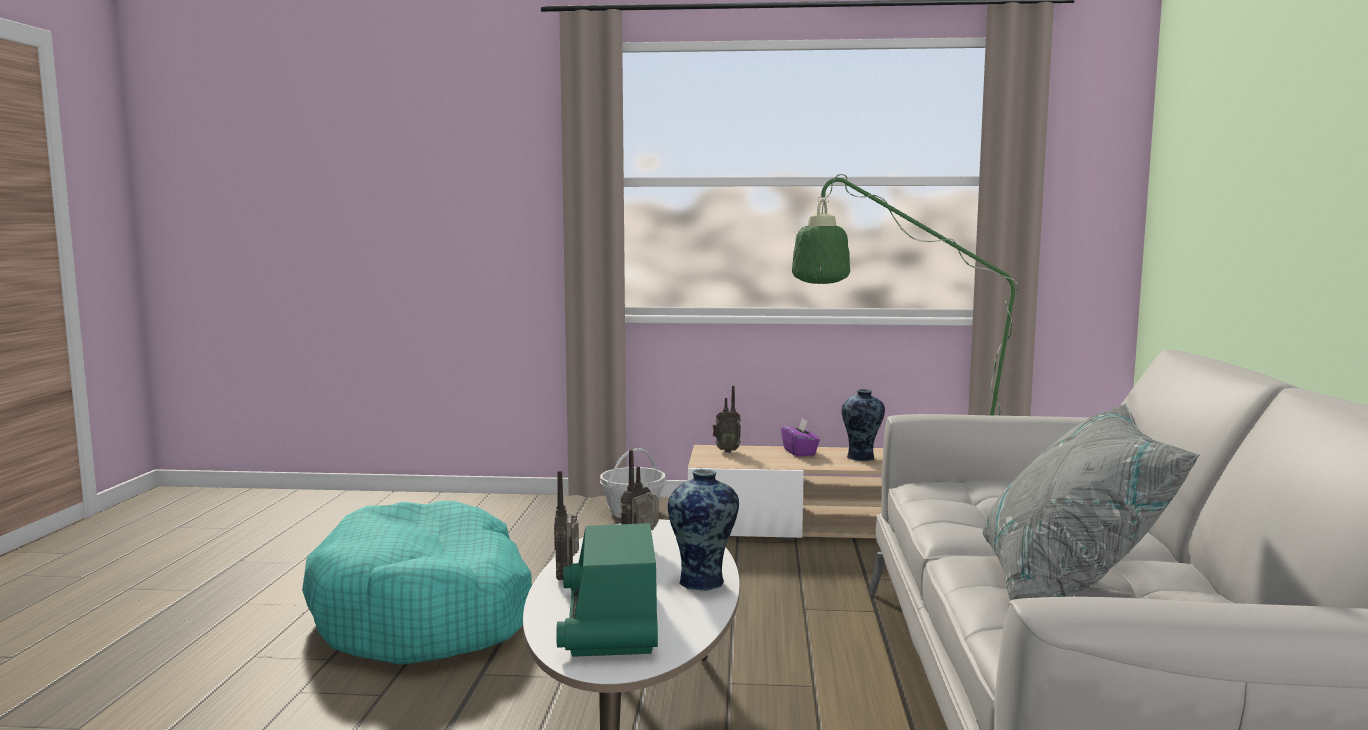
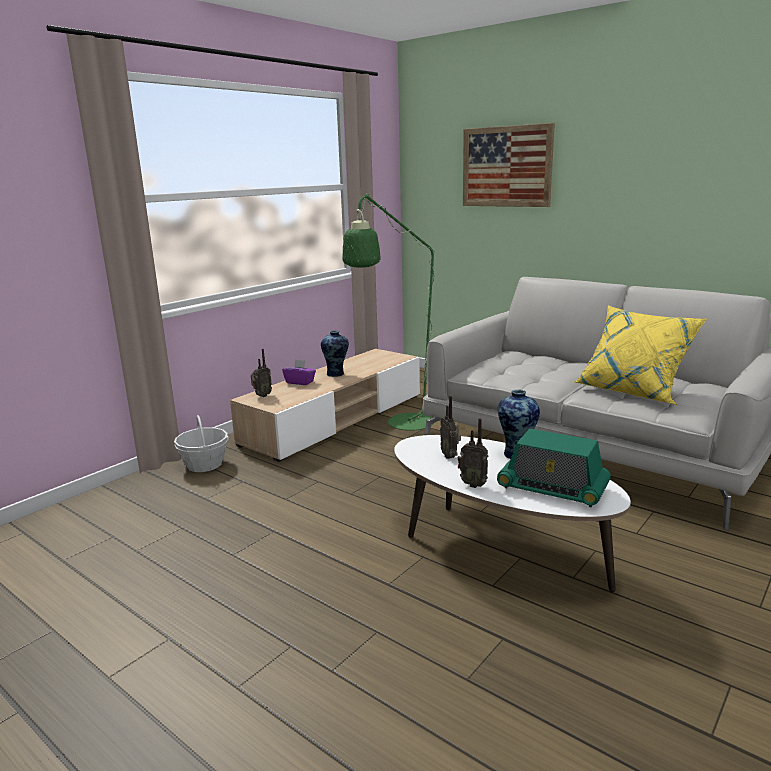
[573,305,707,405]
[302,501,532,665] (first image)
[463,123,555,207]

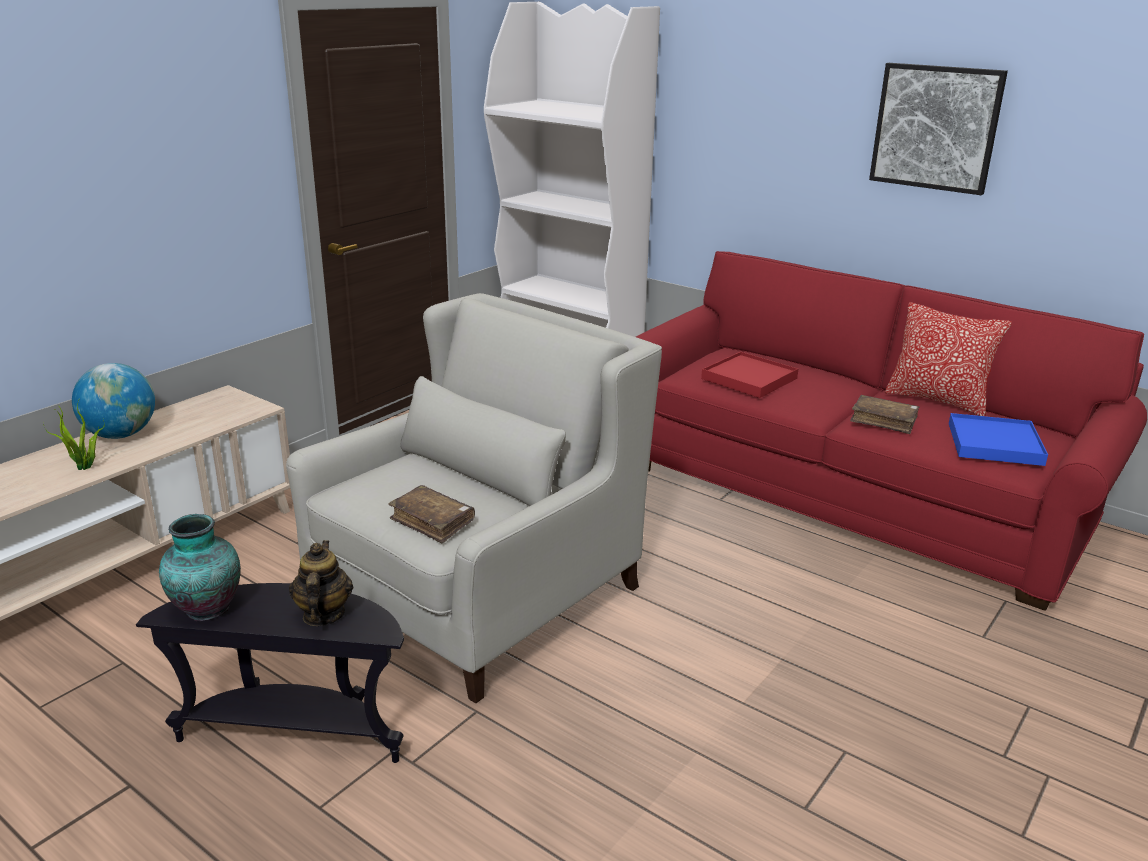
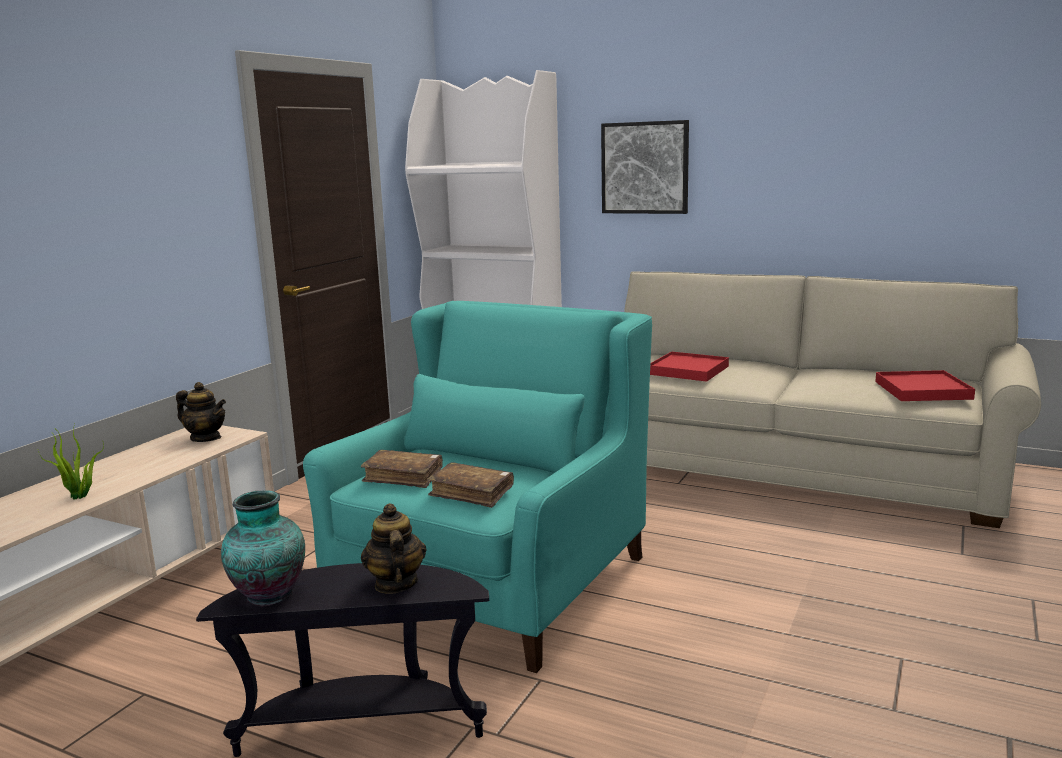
[601,120,689,214]
[624,271,1041,528]
[303,301,652,673]
[885,302,1012,416] (first image)
[72,363,155,439] (first image)
[361,450,443,488]
[875,370,975,401]
[176,382,226,442]

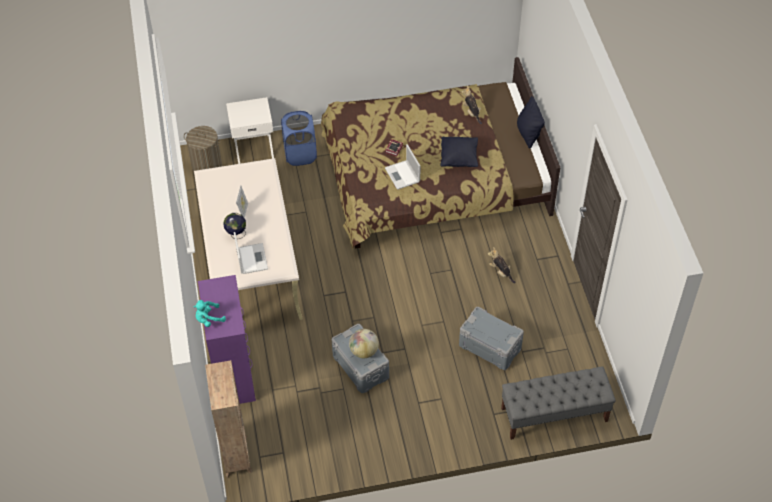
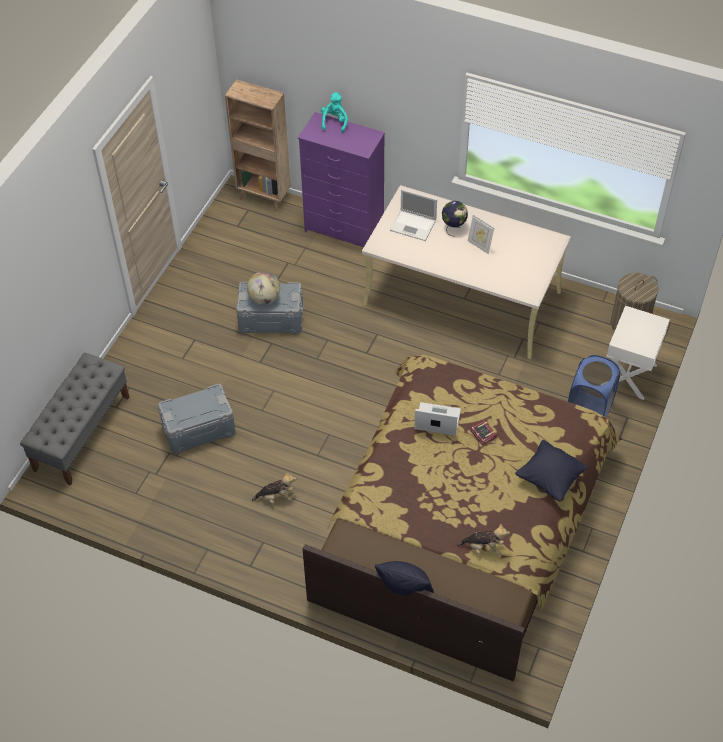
[515,440,588,501]

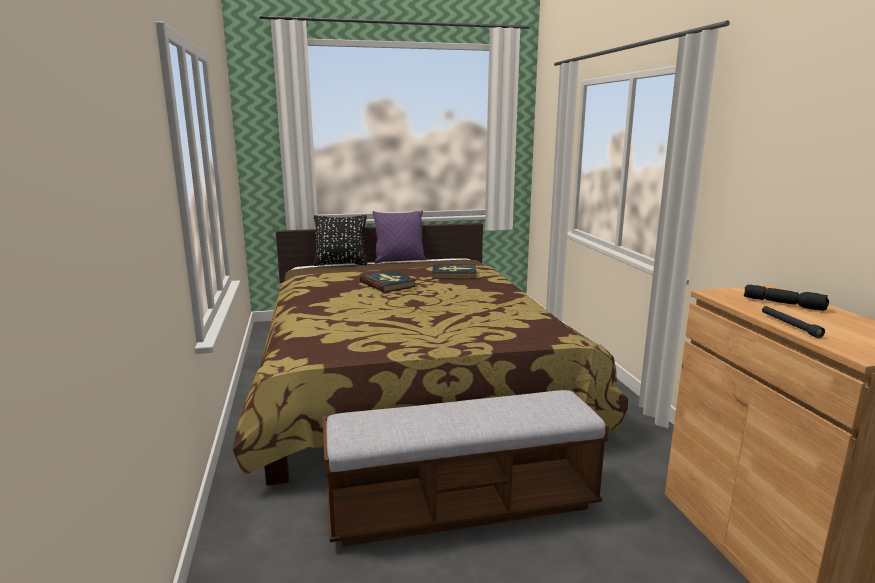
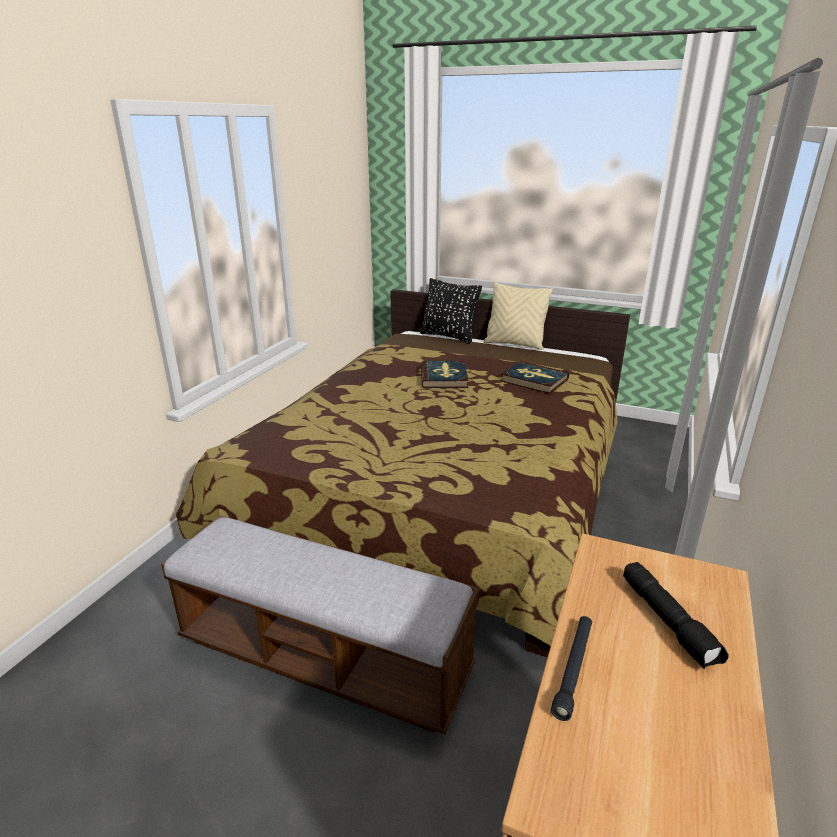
[483,281,553,350]

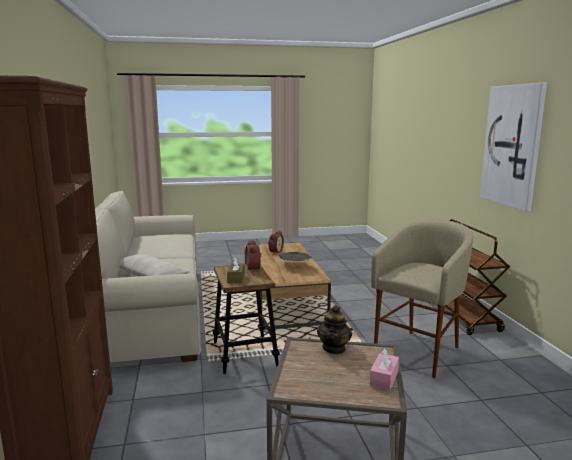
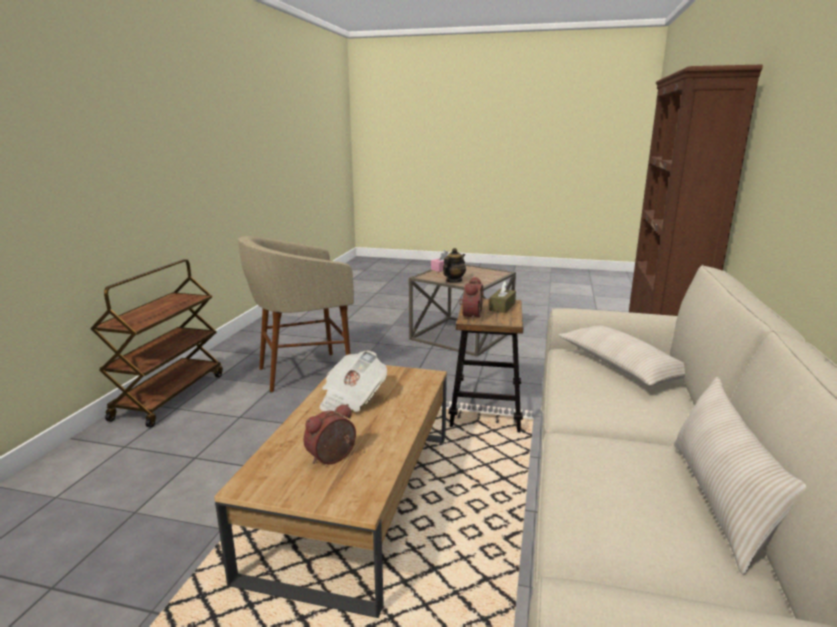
[480,83,547,211] (first image)
[674,377,806,575]

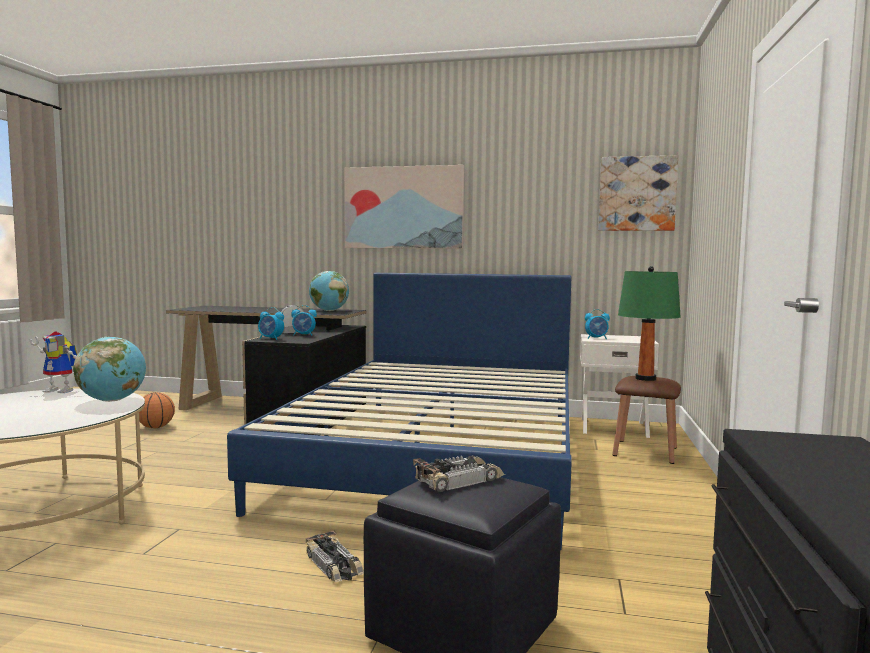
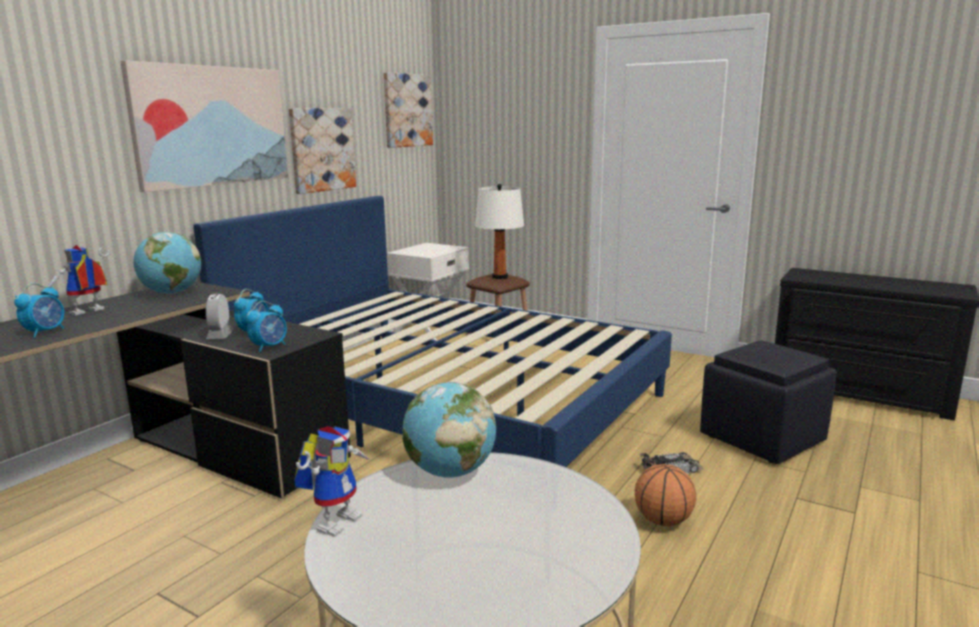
[475,184,524,279]
[14,283,64,338]
[635,464,696,526]
[413,456,505,492] (first image)
[289,108,356,194]
[48,245,110,316]

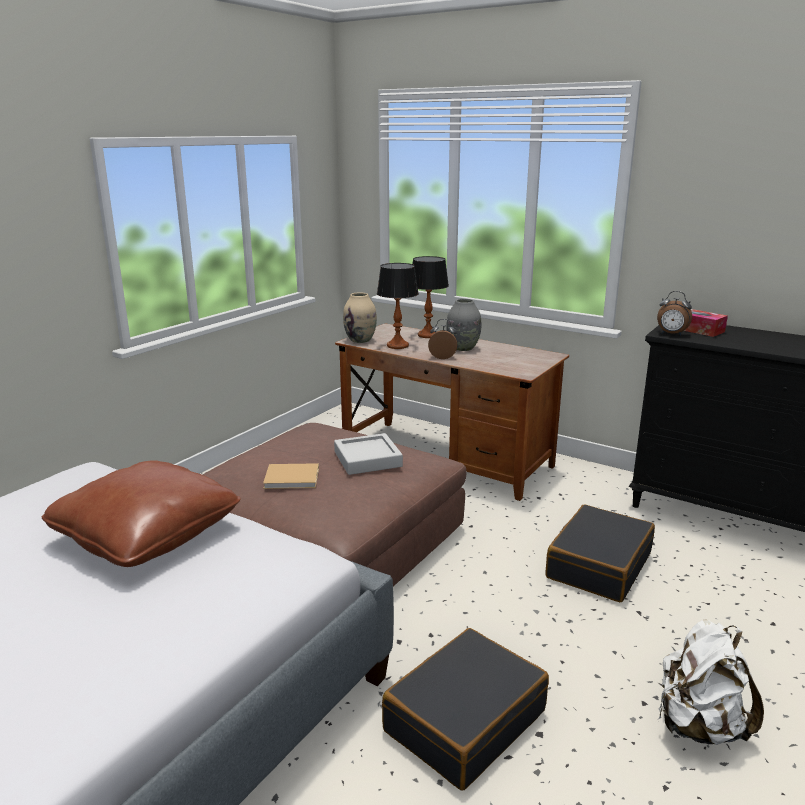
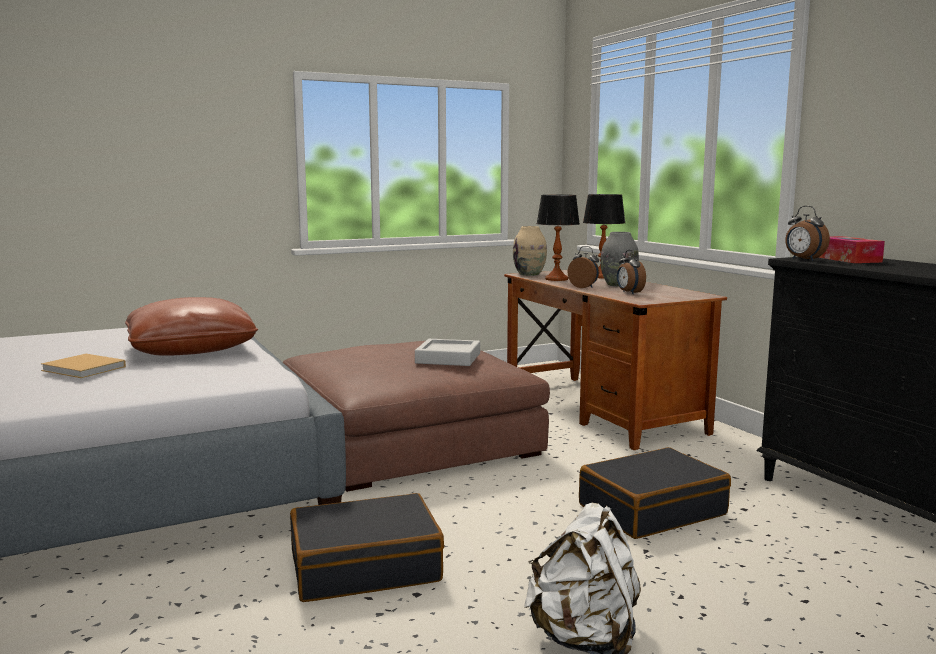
[41,354,126,378]
[617,250,646,294]

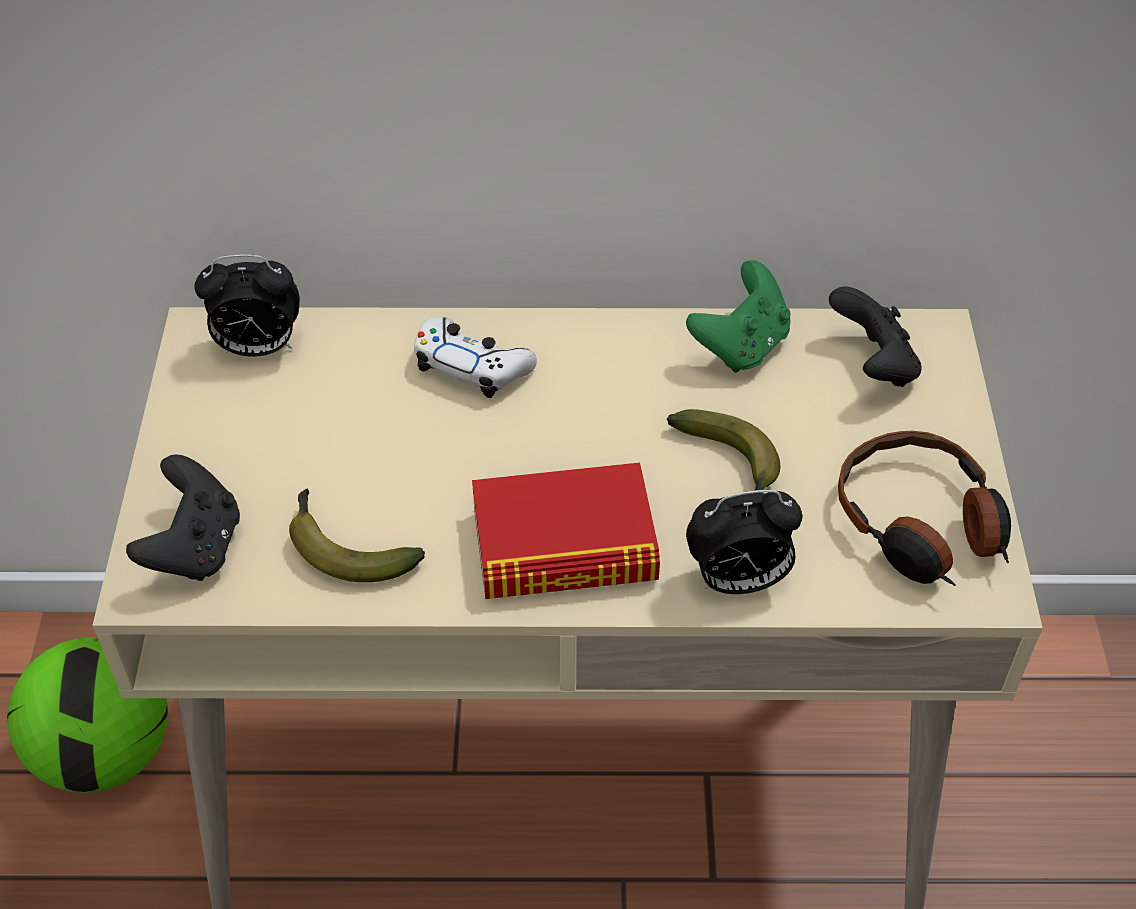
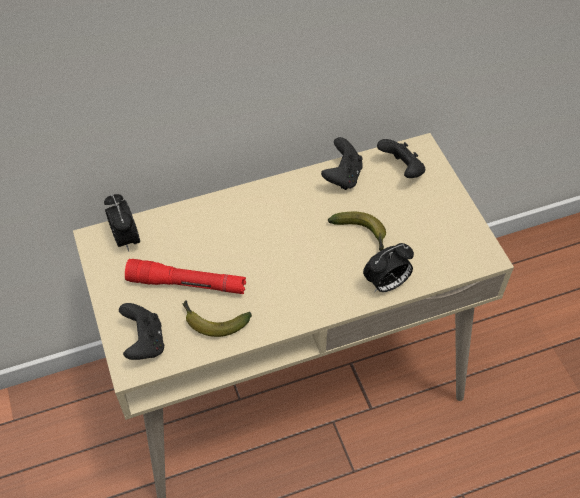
[104,194,140,251]
[321,137,363,190]
[414,317,537,398] (first image)
[838,431,1011,586] (first image)
[472,463,660,599] (first image)
[7,637,168,793] (first image)
[125,259,246,294]

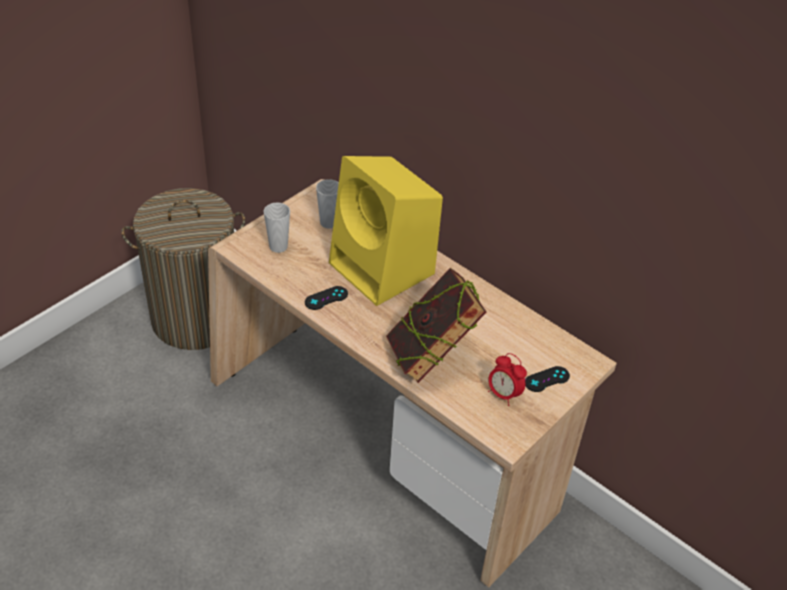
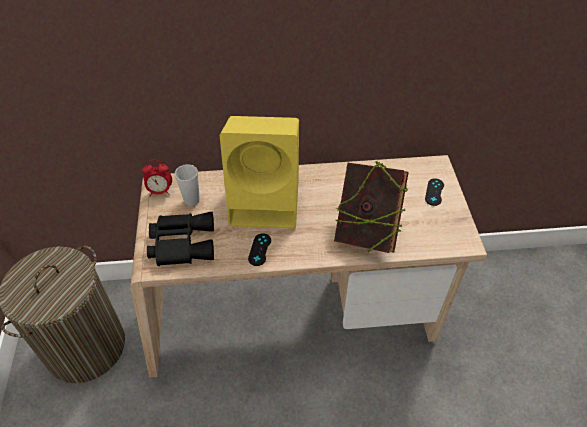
[147,212,214,266]
[142,160,172,197]

